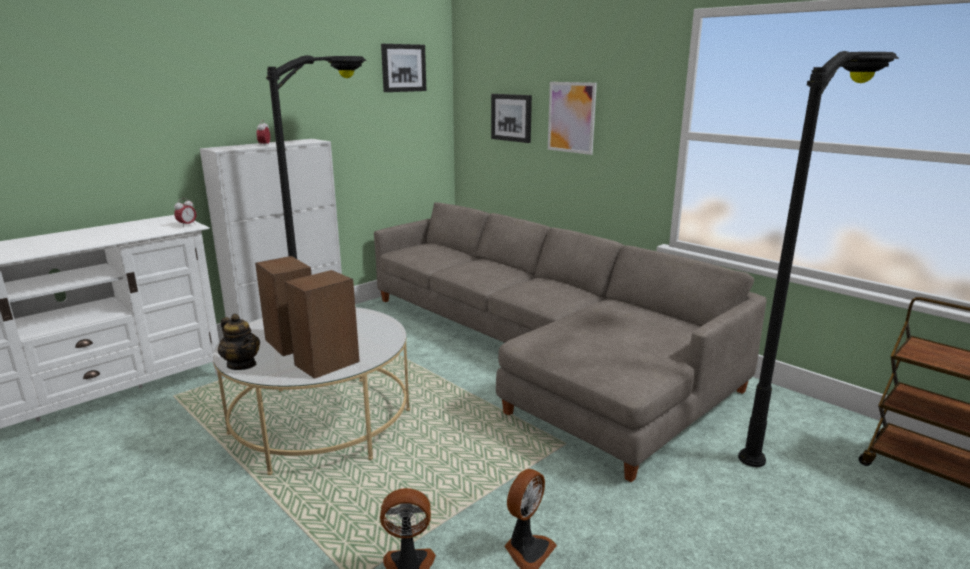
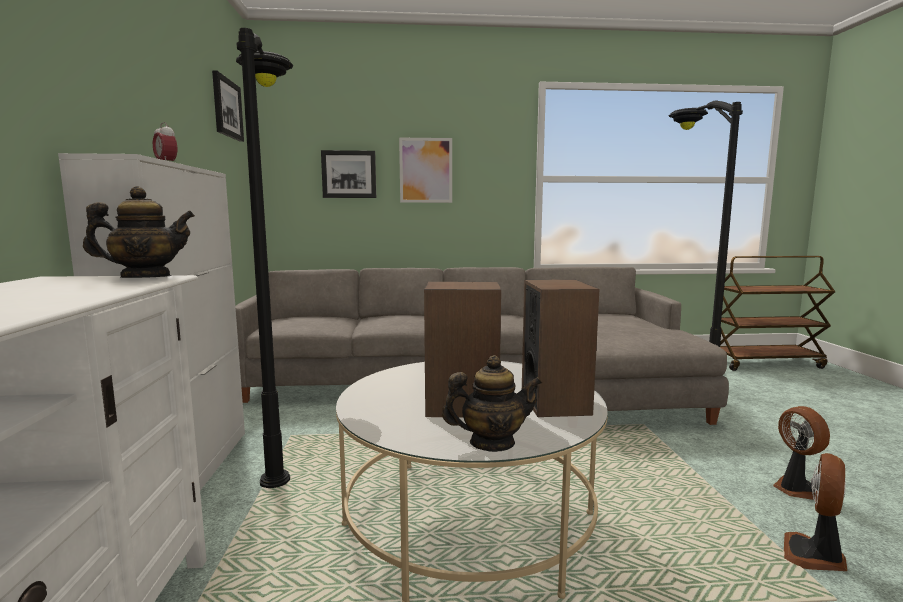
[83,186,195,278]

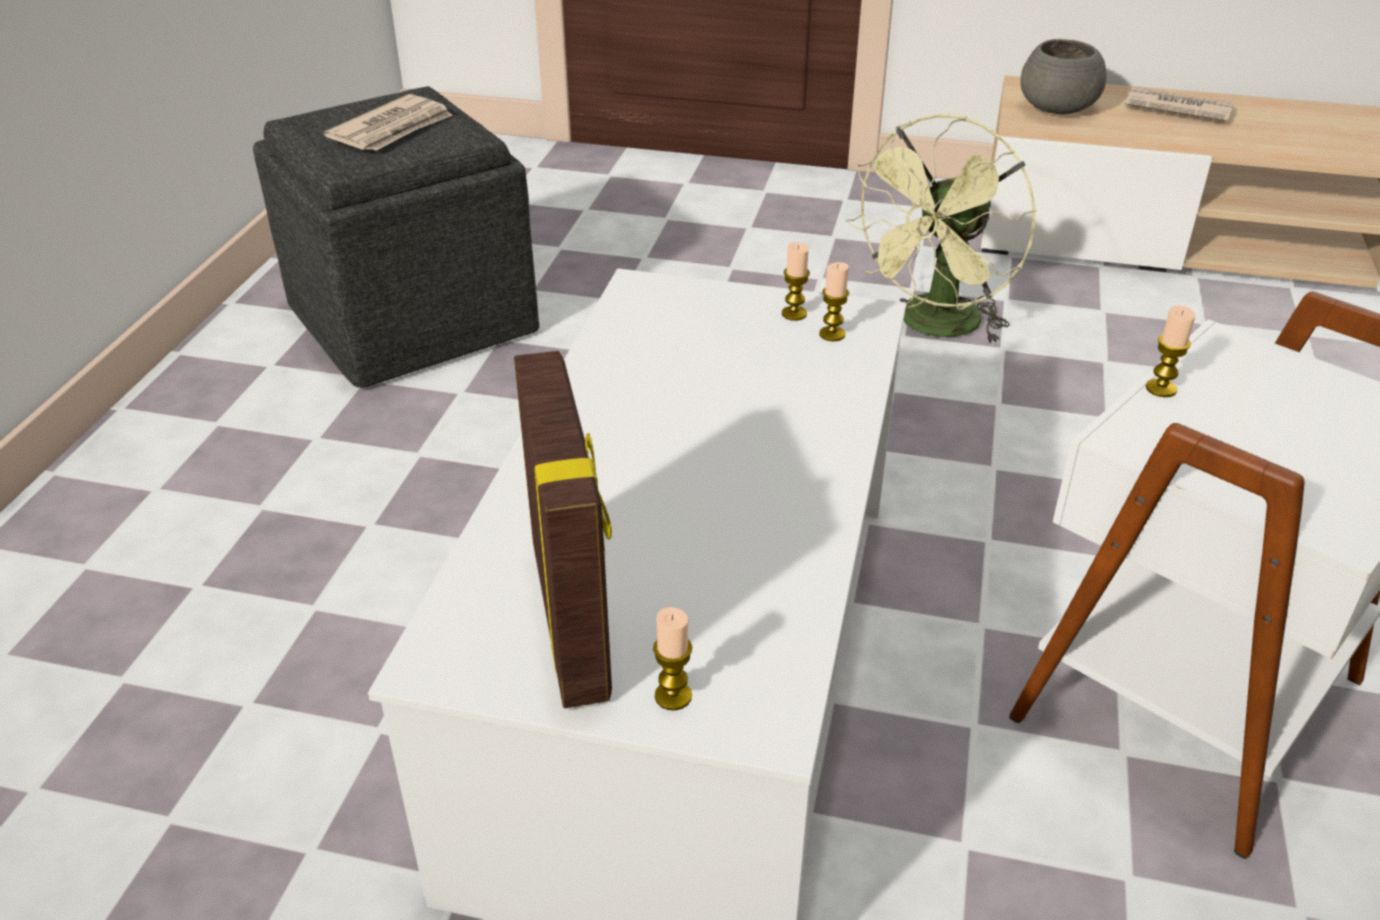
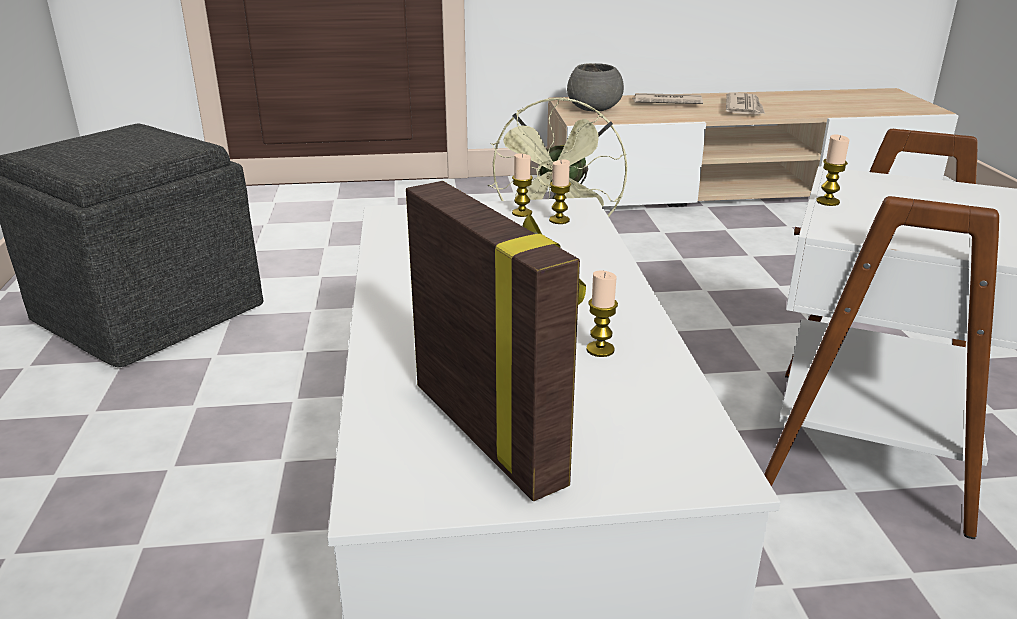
[726,93,765,114]
[586,271,618,357]

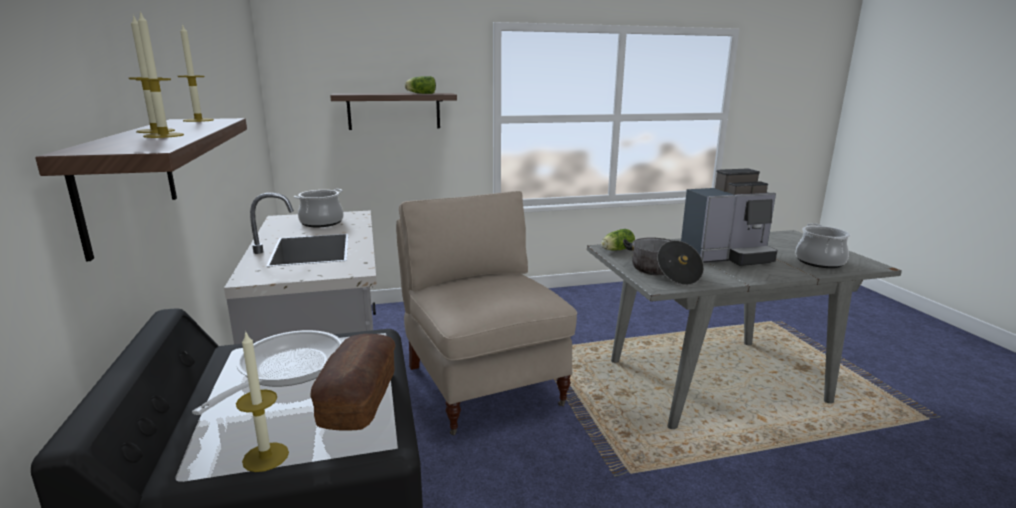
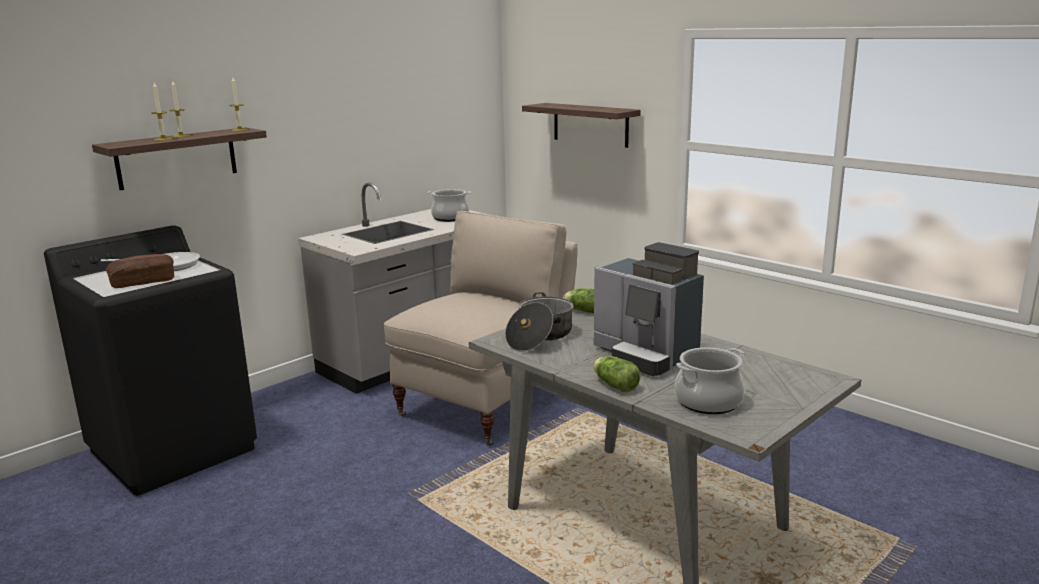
[593,356,640,392]
[236,331,289,472] (first image)

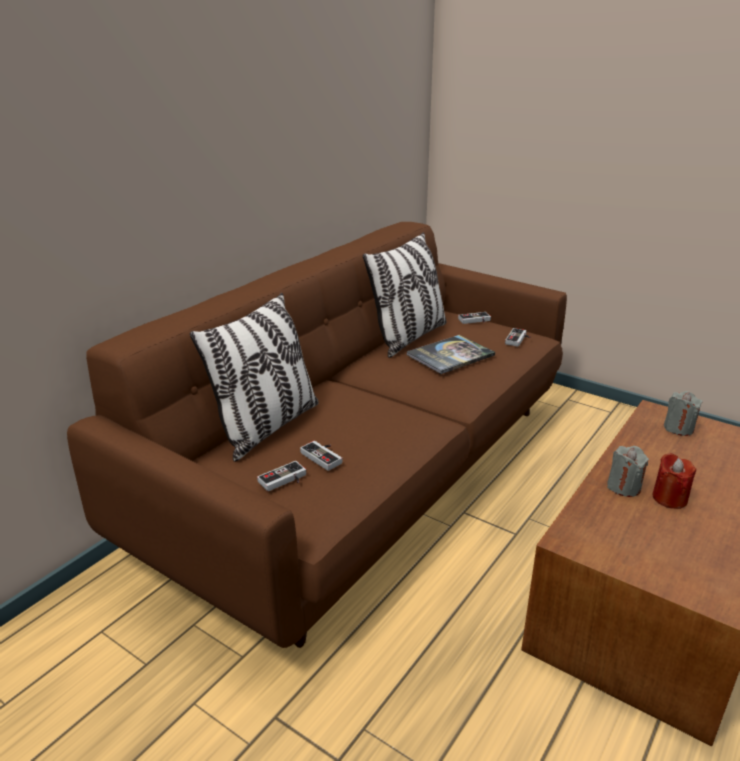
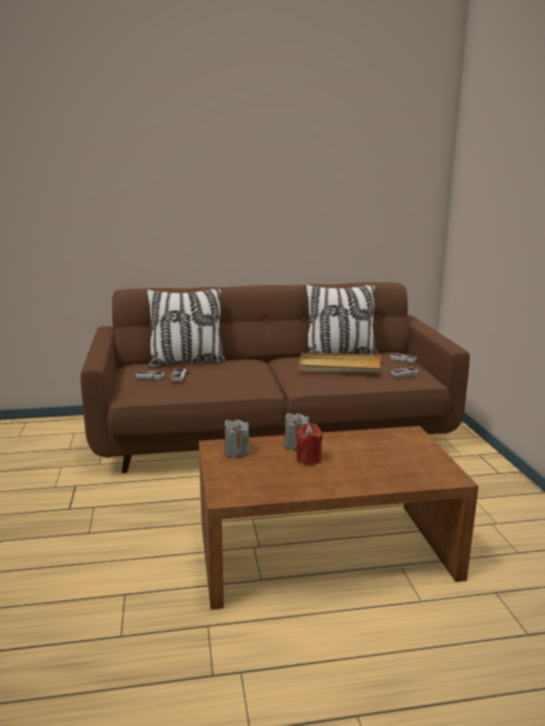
[298,353,381,372]
[224,419,249,458]

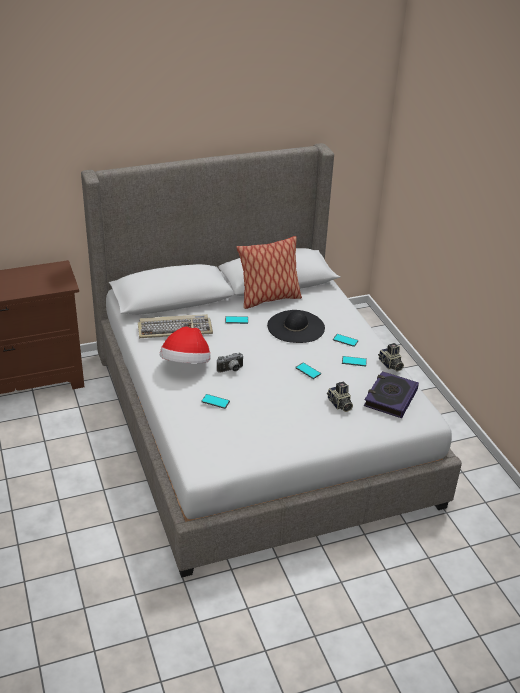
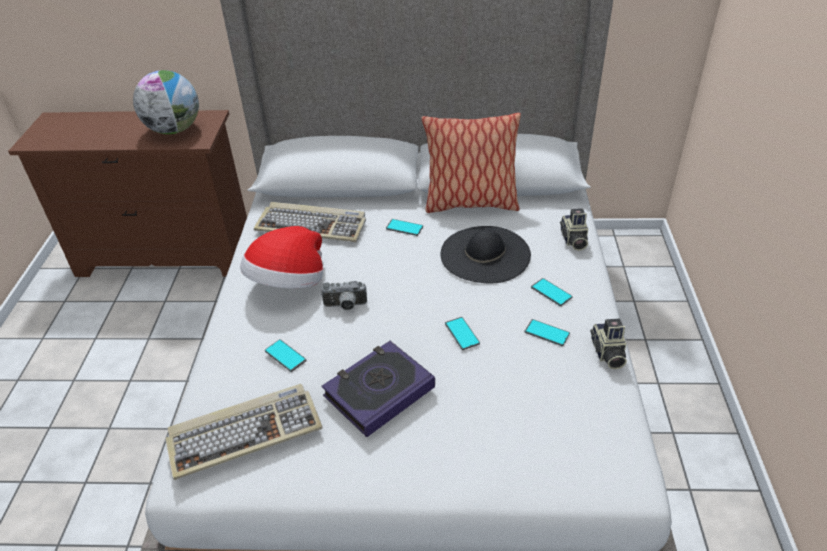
[322,341,435,437]
[560,208,588,251]
[133,70,199,134]
[165,384,323,480]

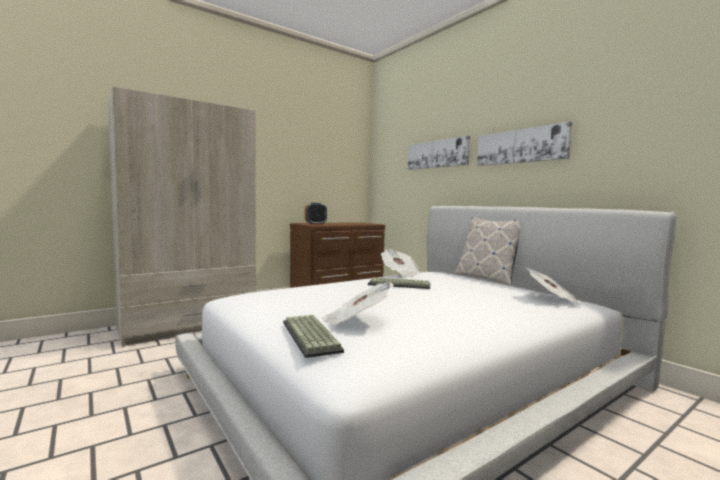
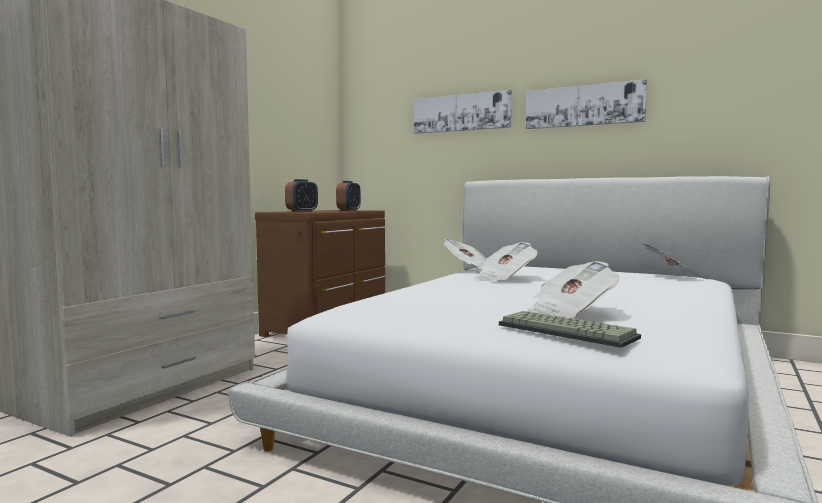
[454,217,522,286] (first image)
[474,242,538,281]
[336,181,361,211]

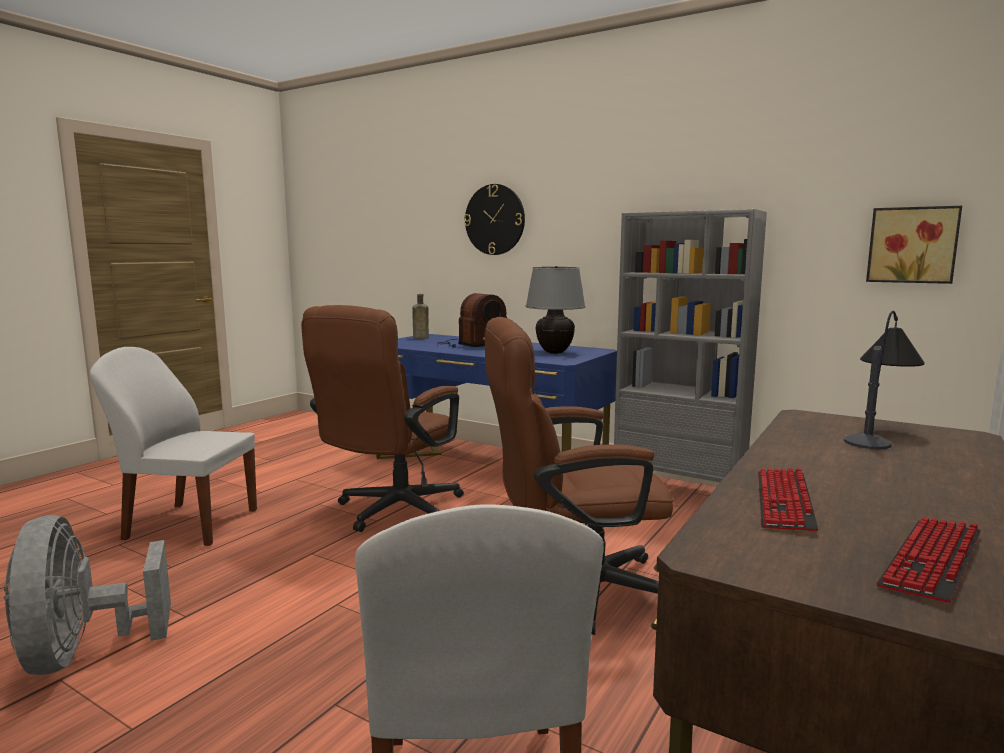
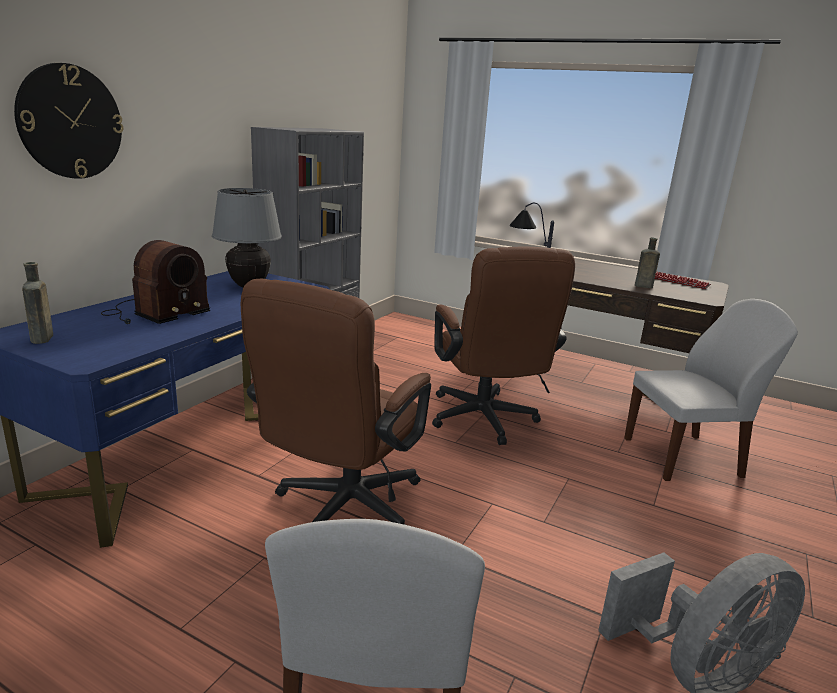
[866,206,962,284] (first image)
[101,240,210,324]
[240,279,431,525]
[635,238,660,288]

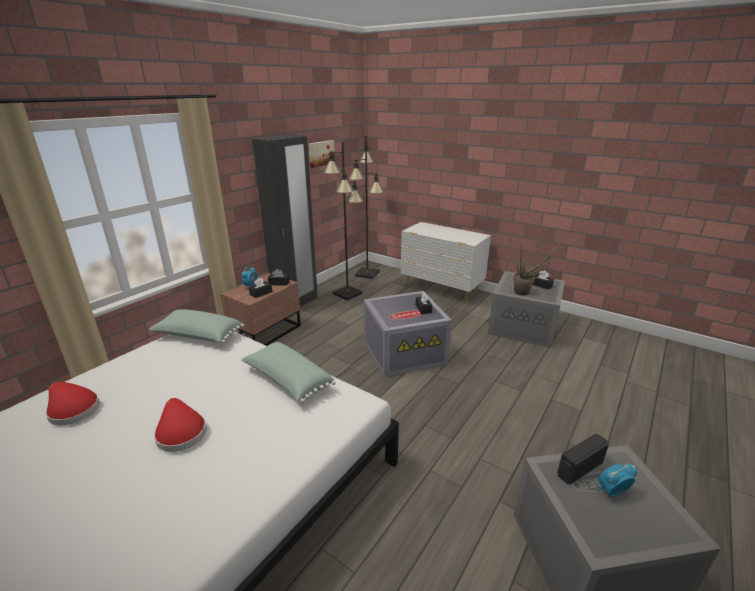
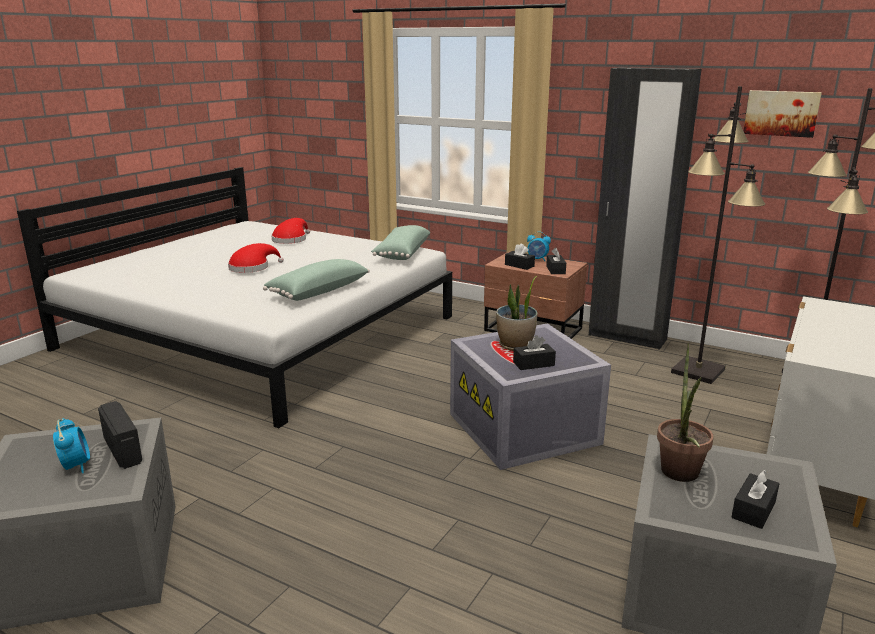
[496,276,537,351]

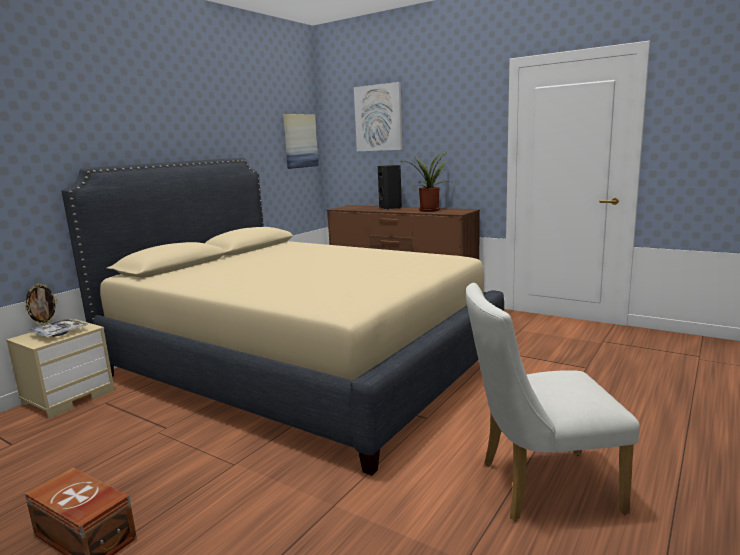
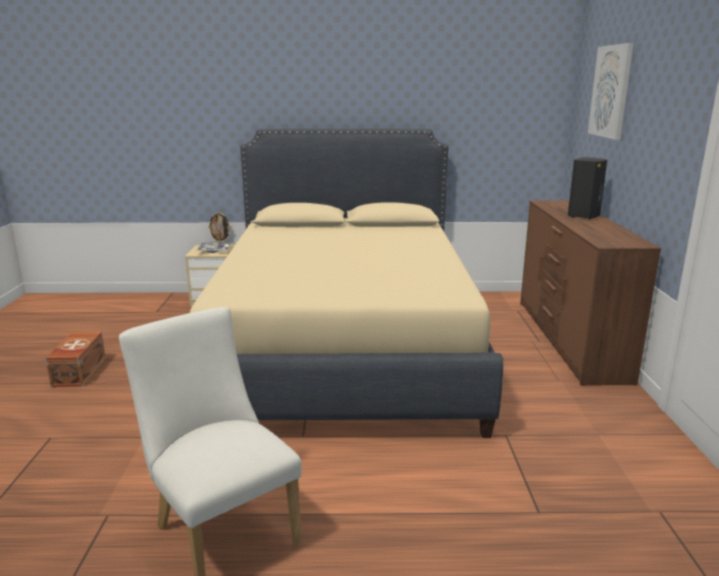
[283,114,319,169] (first image)
[403,151,454,212] (first image)

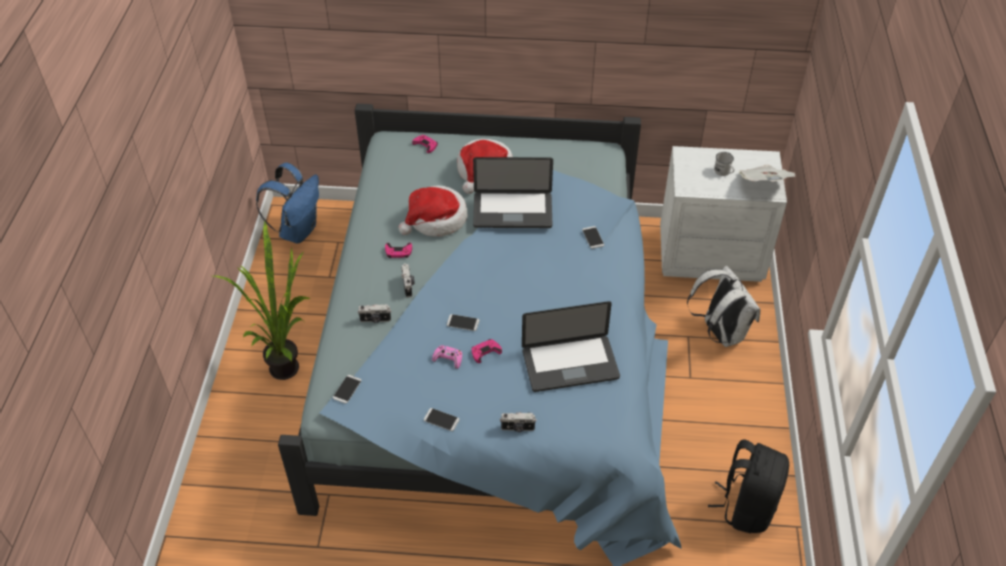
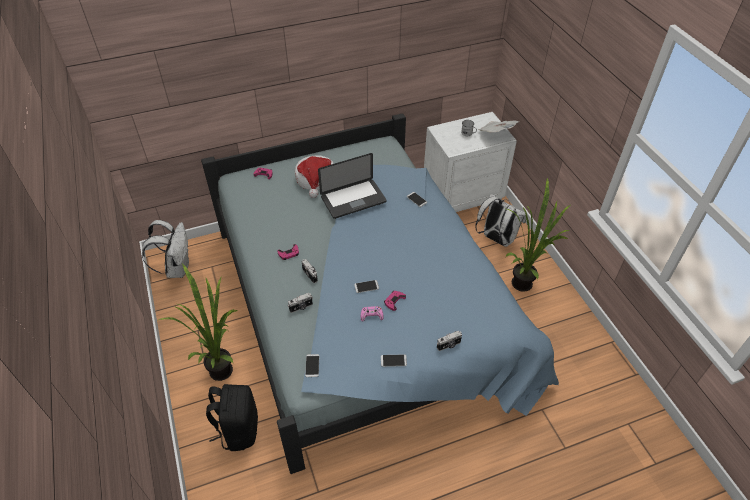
[142,220,189,278]
[399,185,467,237] (first image)
[522,301,620,392] (first image)
[206,384,258,451]
[505,177,570,292]

